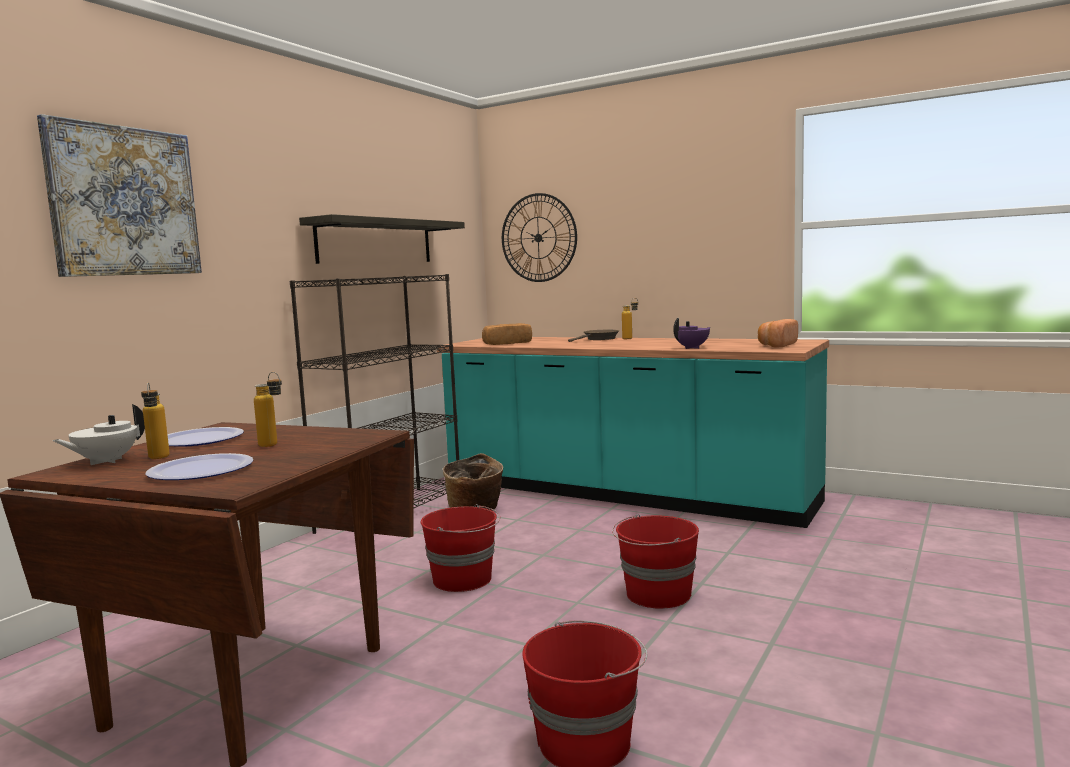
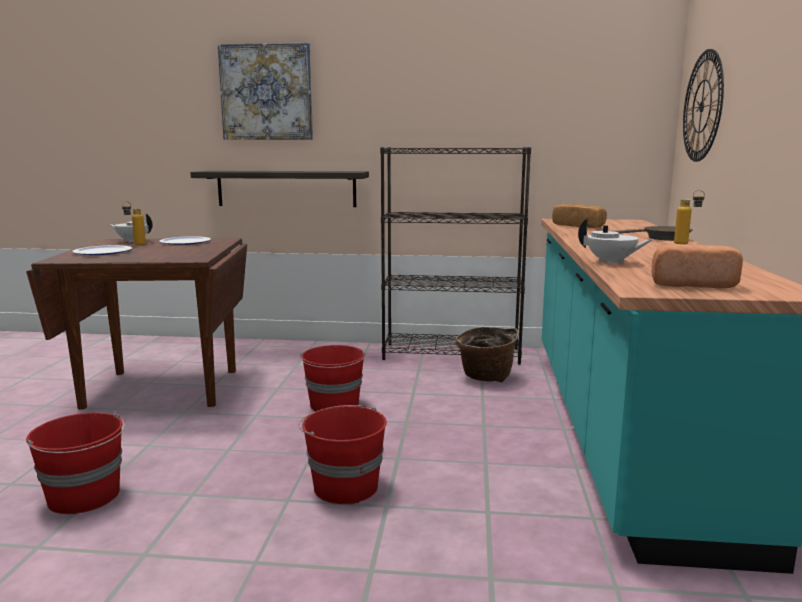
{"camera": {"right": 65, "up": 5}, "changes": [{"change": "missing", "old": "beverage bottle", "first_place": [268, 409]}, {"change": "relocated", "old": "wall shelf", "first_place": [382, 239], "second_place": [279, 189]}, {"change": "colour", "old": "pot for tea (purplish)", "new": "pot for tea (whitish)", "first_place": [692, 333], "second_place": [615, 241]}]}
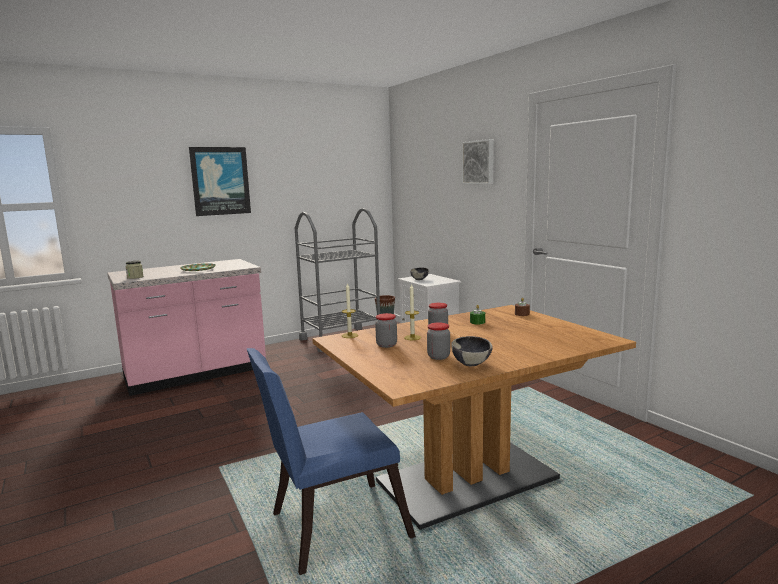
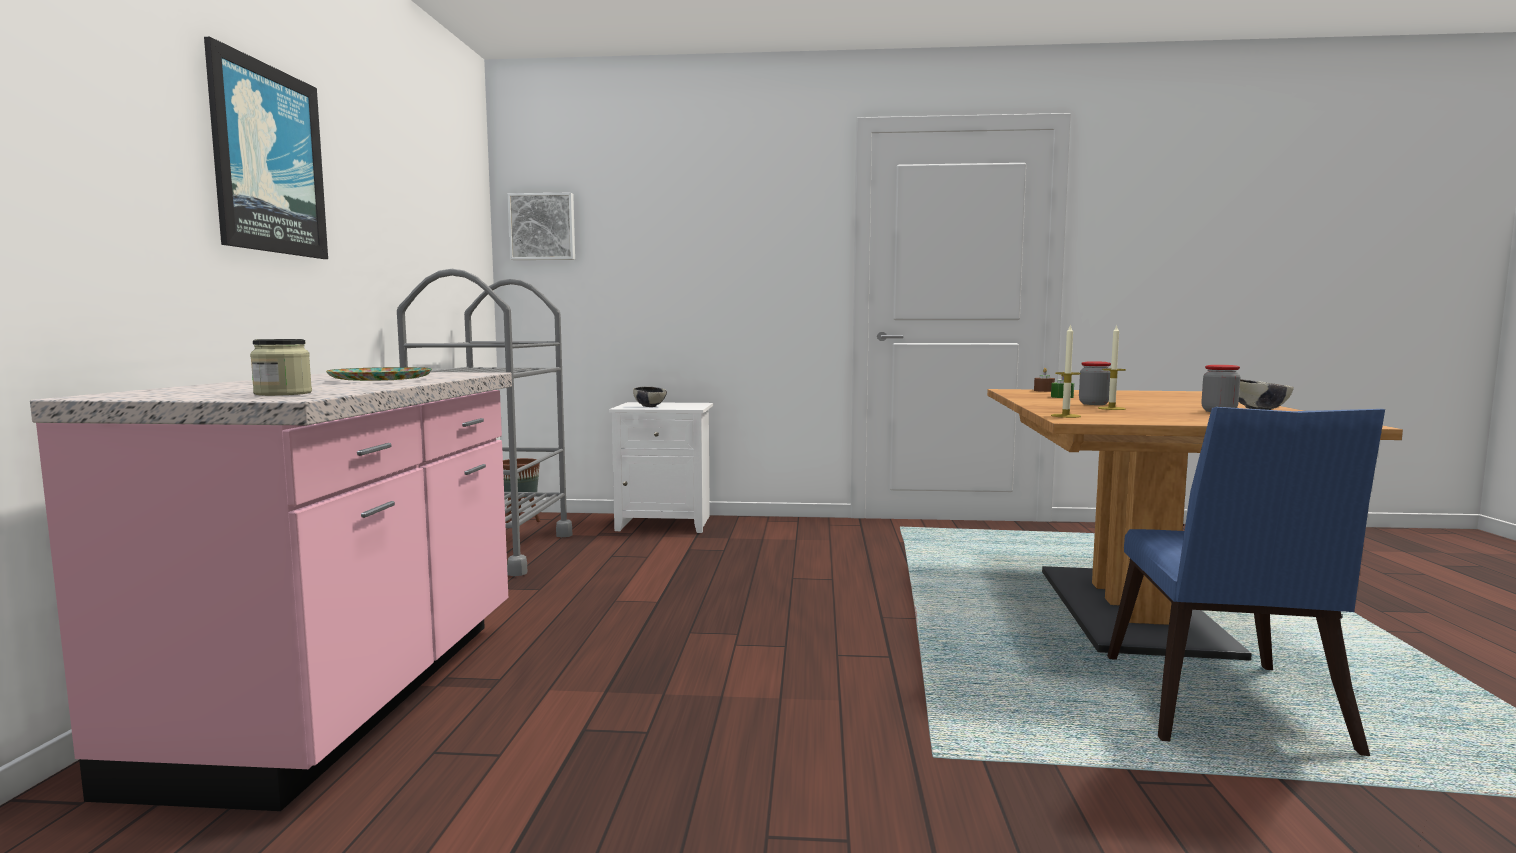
{"camera": {"right": -55, "up": -5}, "changes": [{"change": "missing", "old": "storage jar", "first_place": [386, 330]}, {"change": "relocated", "old": "wall art", "first_place": [478, 162], "second_place": [541, 226]}]}
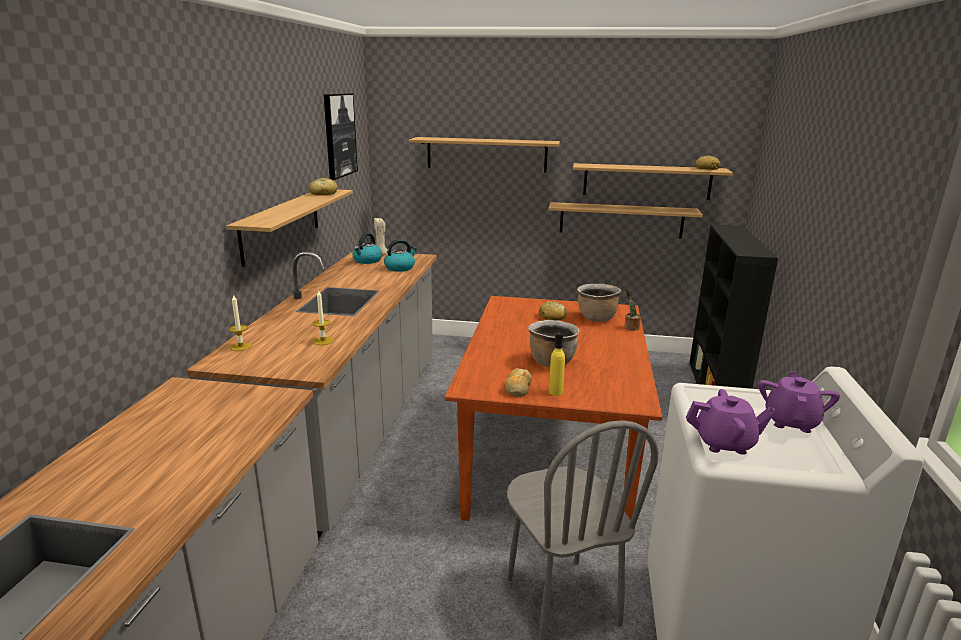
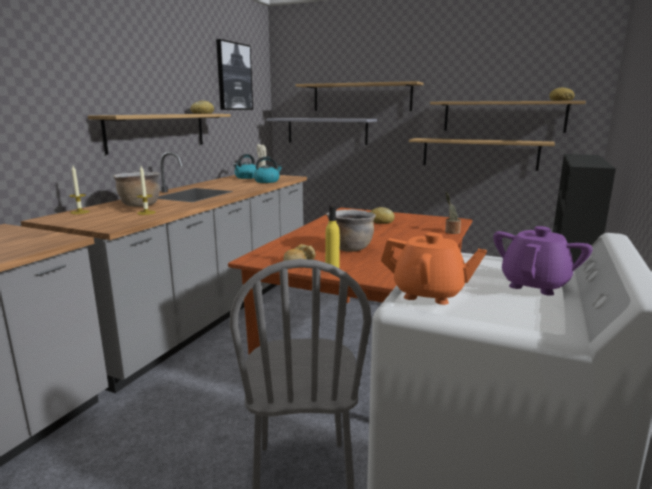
{"camera": {"right": 15, "up": -5}, "changes": [{"change": "appeared", "new": "wall shelf (gray)", "second_place": [321, 131]}, {"change": "relocated", "old": "cooking pot (brown-coloured)", "first_place": [599, 303], "second_place": [136, 189]}, {"change": "colour", "old": "pot for tea (purplish)", "new": "pot for tea (orangey)", "first_place": [731, 422], "second_place": [434, 268]}]}
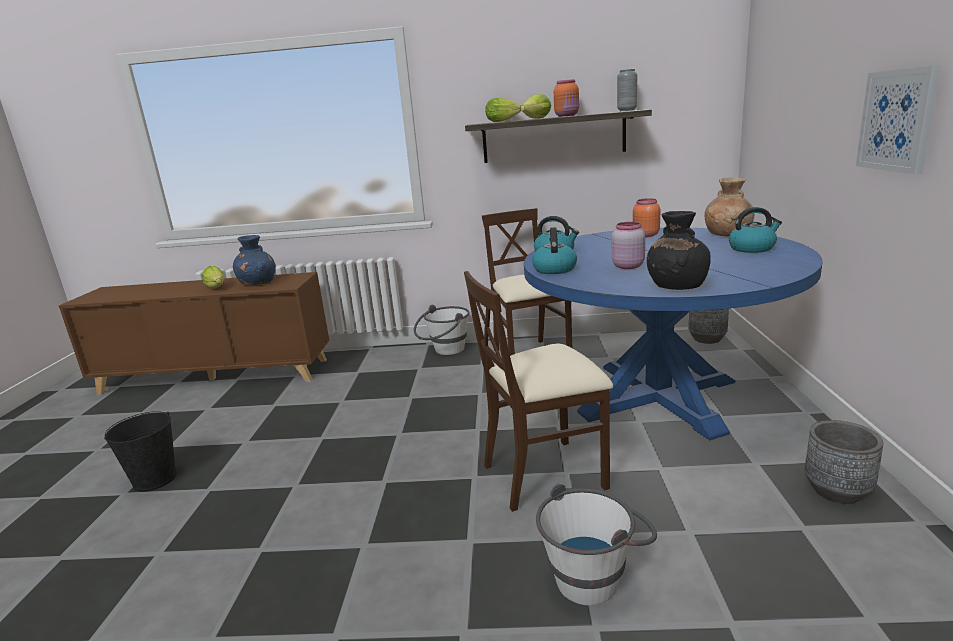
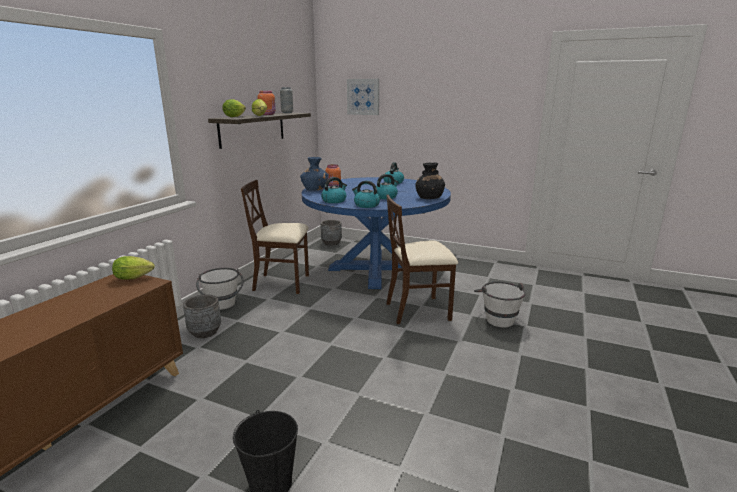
{"camera": {"right": -70, "up": 0}, "changes": [{"change": "missing", "old": "vase (brown-coloured)", "first_place": [729, 207]}, {"change": "relocated", "old": "lettuce head", "first_place": [213, 277], "second_place": [133, 267]}, {"change": "relocated", "old": "vase (blue-coloured)", "first_place": [254, 260], "second_place": [314, 174]}, {"change": "relocated", "old": "plant pot (gray)", "first_place": [844, 462], "second_place": [202, 316]}, {"change": "relocated", "old": "wall art", "first_place": [898, 120], "second_place": [363, 97]}, {"change": "exchanged", "old": "storage jar (pink)", "new": "kettle", "first_place": [628, 245], "second_place": [387, 186]}, {"change": "spun", "old": "plain chair (sand-coloured)", "first_place": [538, 391], "second_place": [422, 259], "degrees": 75}]}
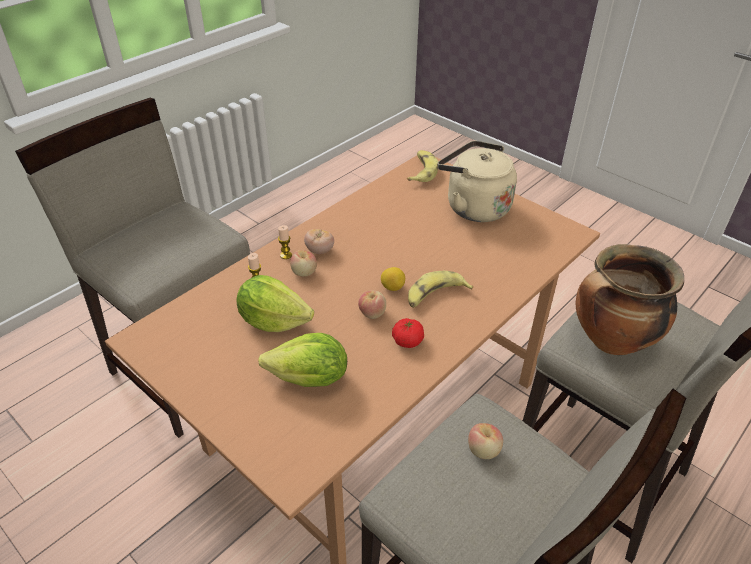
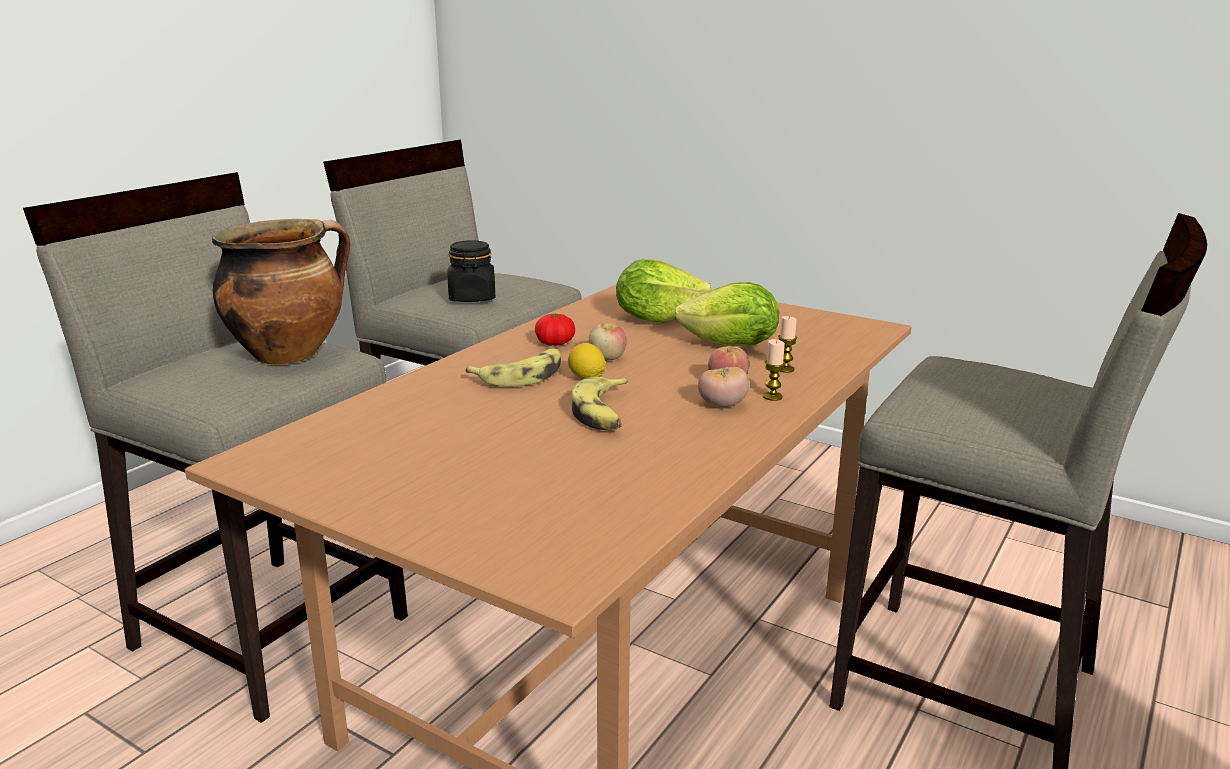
{"camera": {"right": 170, "up": -20}, "changes": [{"change": "missing", "old": "kettle (sand-coloured)", "first_place": [477, 181]}, {"change": "relocated", "old": "whole banana", "first_place": [422, 166], "second_place": [599, 403]}, {"change": "exchanged", "old": "apple fruit", "new": "storage jar (blackish)", "first_place": [485, 441], "second_place": [471, 271]}]}
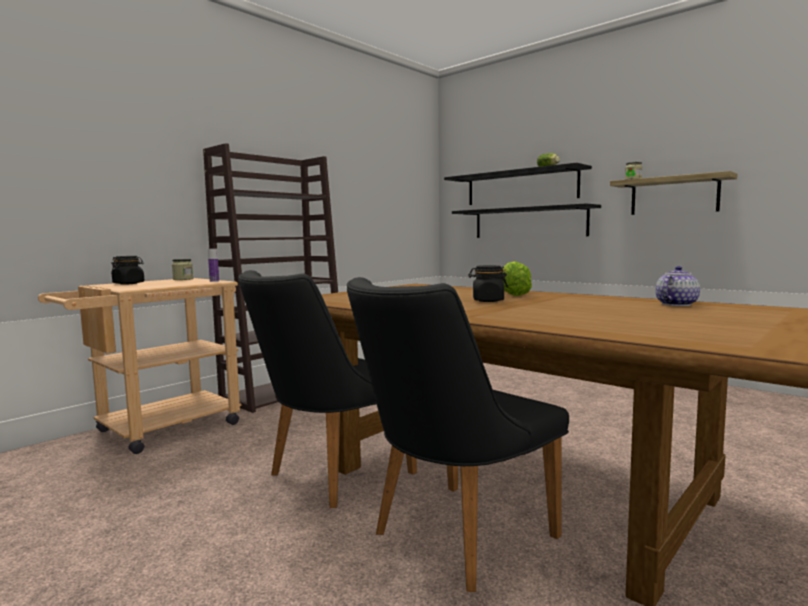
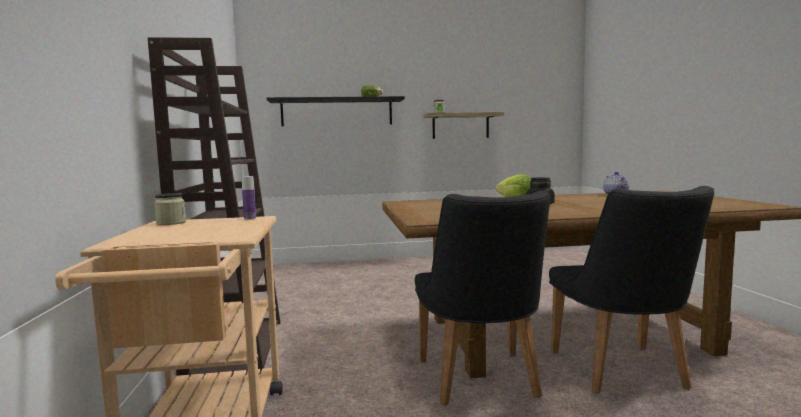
{"camera": {"right": -50, "up": 0}, "changes": [{"change": "missing", "old": "storage jar (blackish)", "first_place": [128, 270]}, {"change": "missing", "old": "wall shelf (blackish)", "first_place": [526, 220]}]}
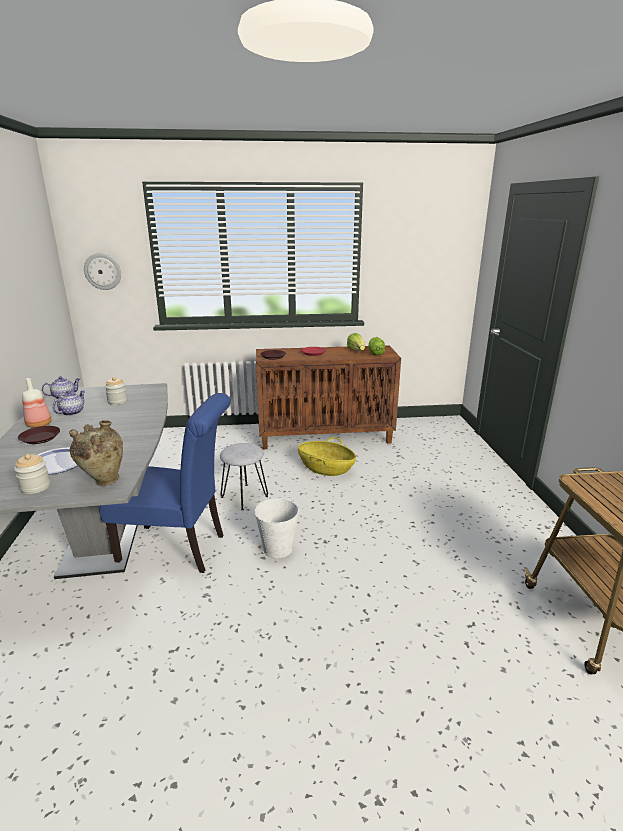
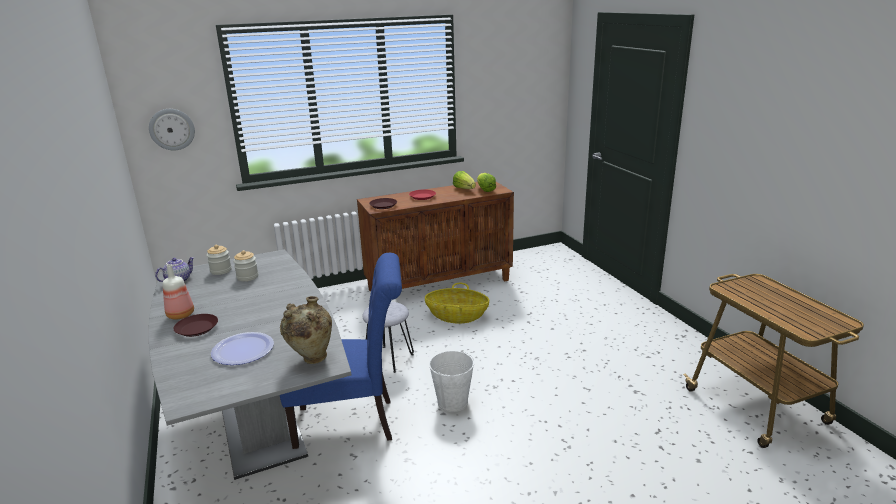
{"camera": {"right": -15, "up": 0}, "changes": [{"change": "missing", "old": "pot for tea", "first_place": [68, 403]}, {"change": "relocated", "old": "storage jar", "first_place": [32, 474], "second_place": [219, 260]}]}
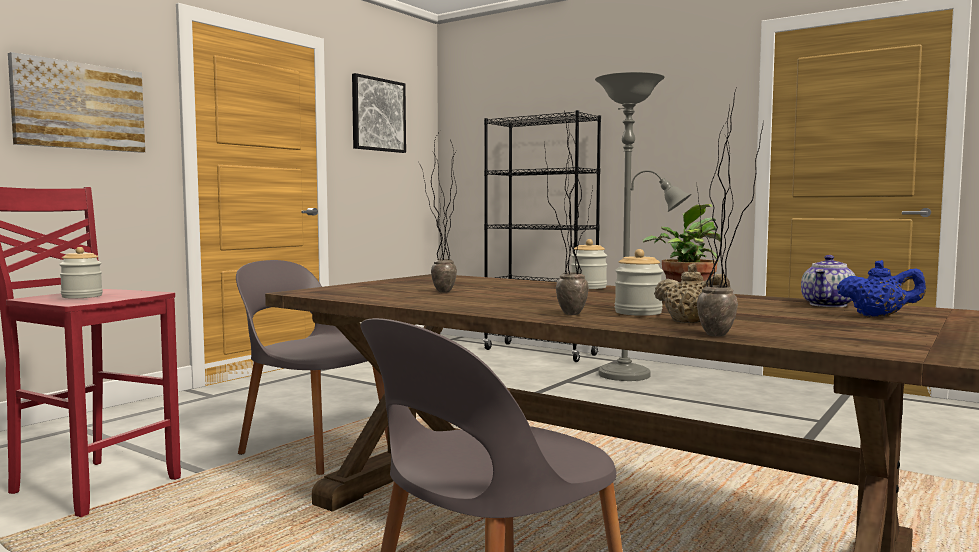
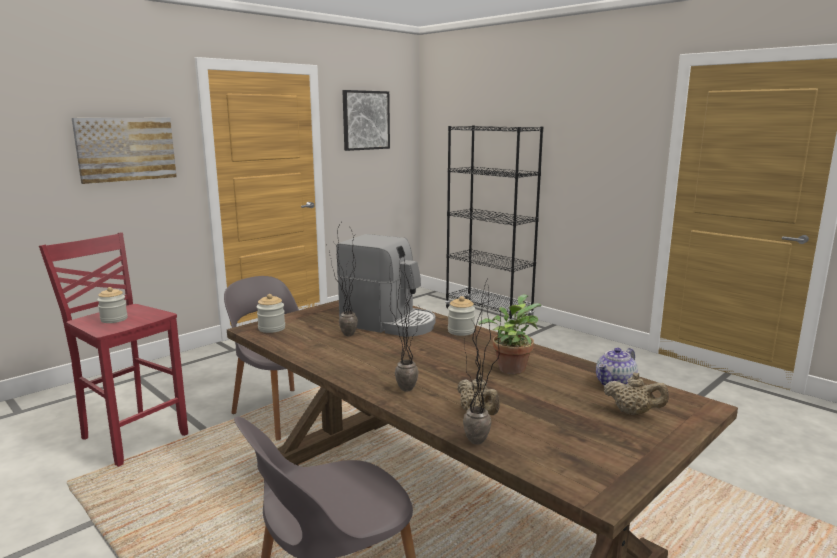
{"camera": {"right": 10, "up": 10}, "changes": [{"change": "missing", "old": "floor lamp (gray)", "first_place": [643, 226]}, {"change": "appeared", "new": "coffee brewer", "second_place": [386, 285]}, {"change": "relocated", "old": "storage jar", "first_place": [639, 282], "second_place": [270, 313]}, {"change": "colour", "old": "pot for tea (blue-coloured)", "new": "pot for tea (sand-coloured)", "first_place": [881, 288], "second_place": [636, 394]}]}
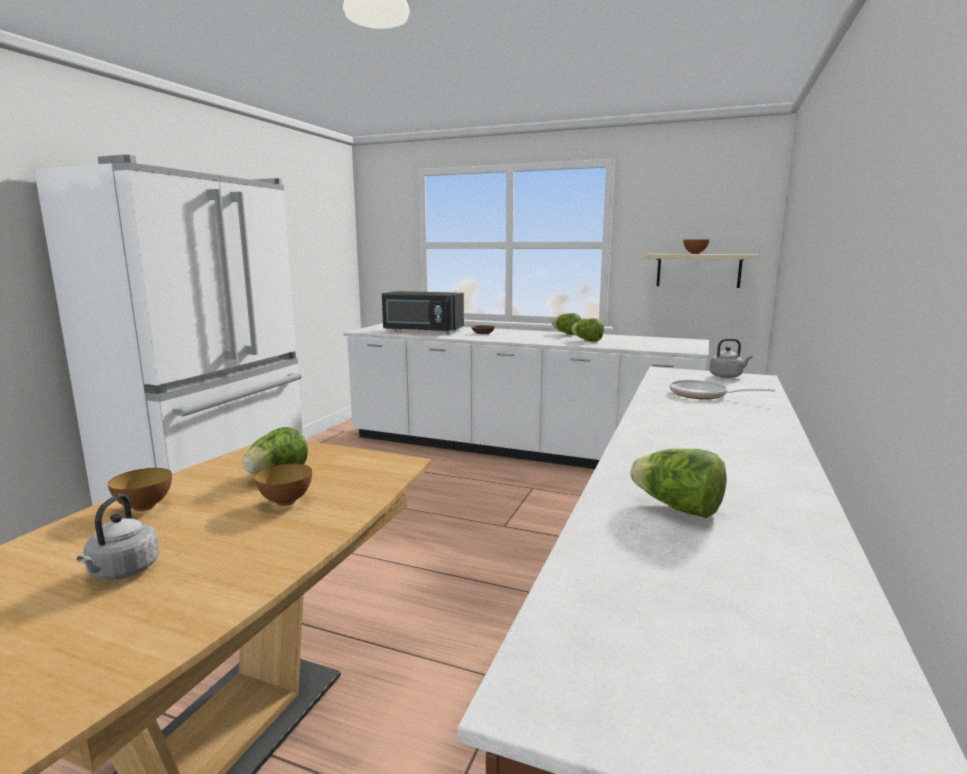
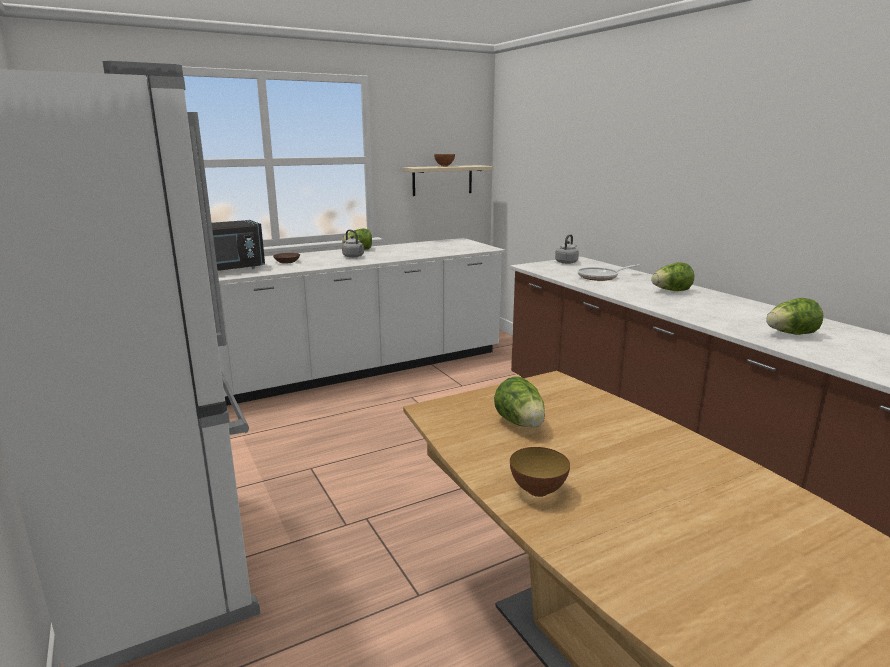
{"camera": {"right": -50, "up": 5}, "changes": [{"change": "missing", "old": "serving bowl", "first_place": [283, 485]}, {"change": "relocated", "old": "kettle (gray)", "first_place": [118, 537], "second_place": [353, 244]}, {"change": "relocated", "old": "lettuce head", "first_place": [587, 329], "second_place": [672, 276]}]}
